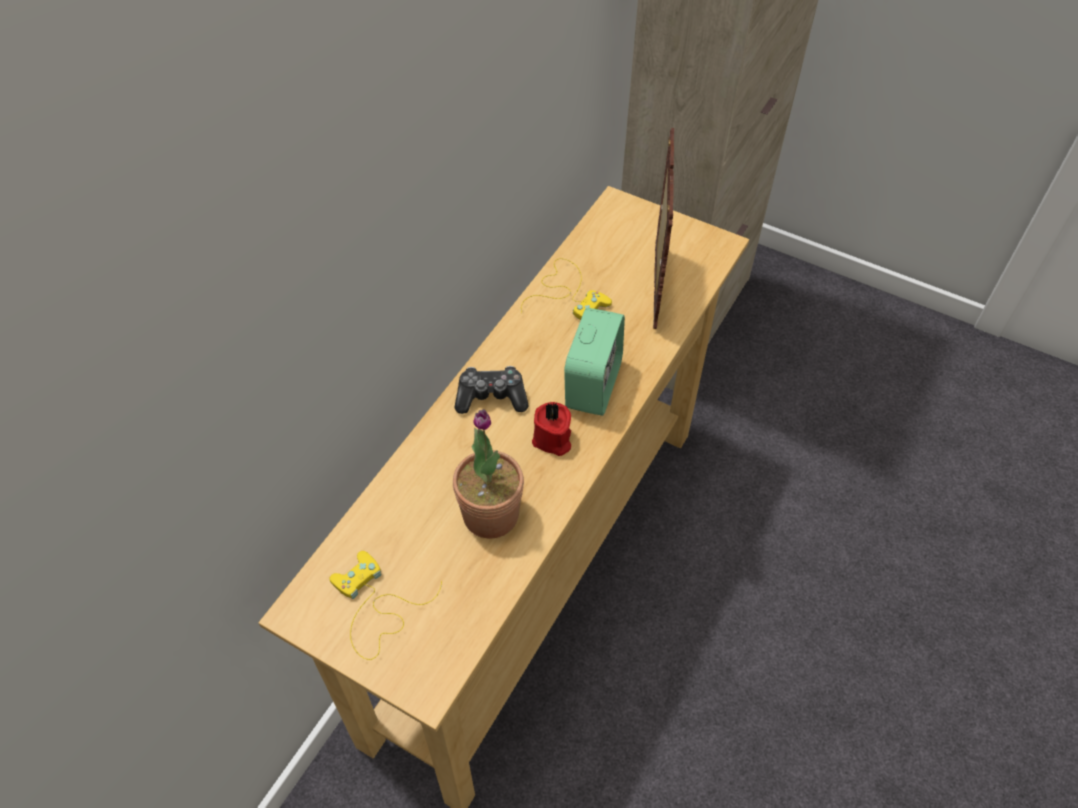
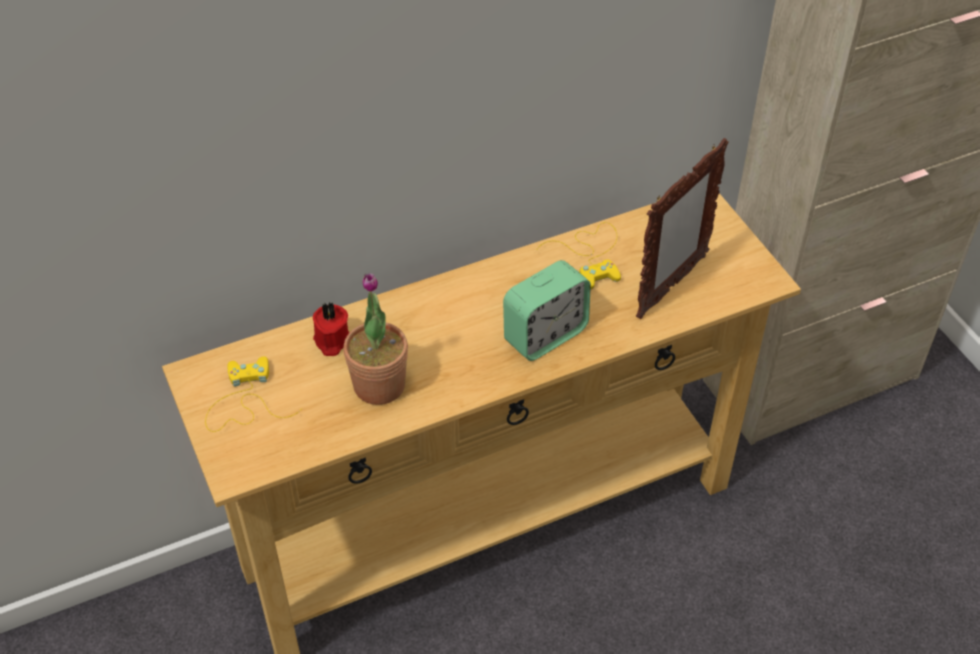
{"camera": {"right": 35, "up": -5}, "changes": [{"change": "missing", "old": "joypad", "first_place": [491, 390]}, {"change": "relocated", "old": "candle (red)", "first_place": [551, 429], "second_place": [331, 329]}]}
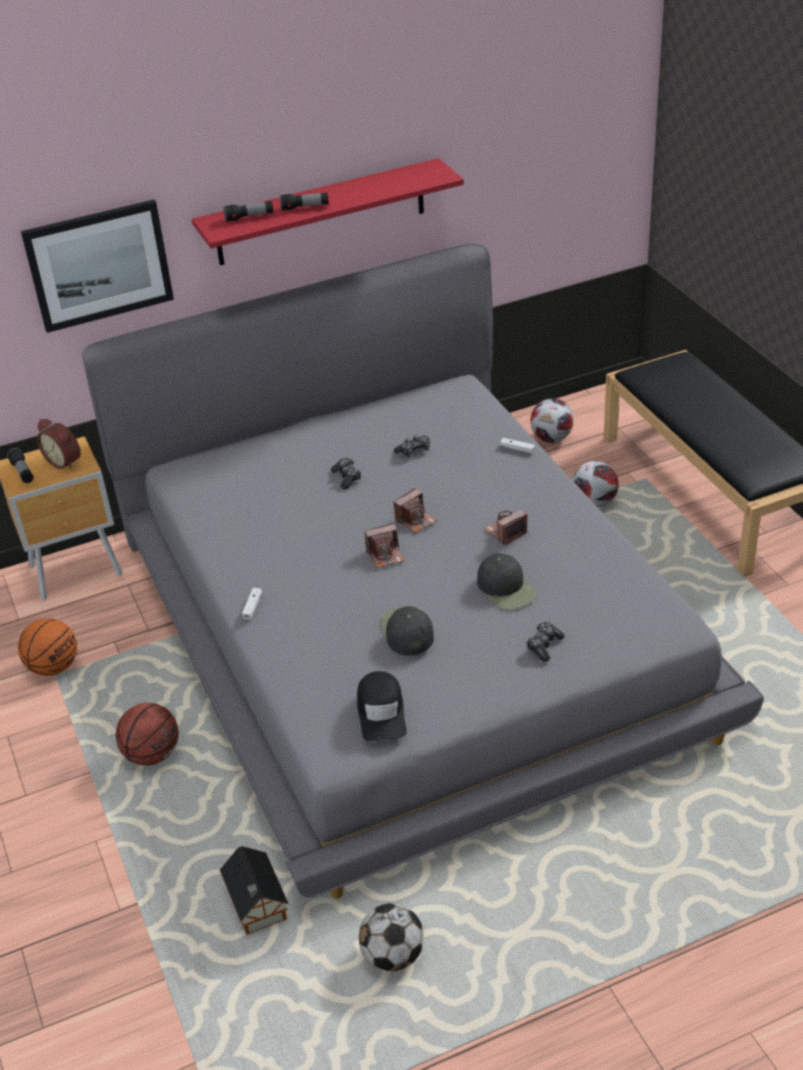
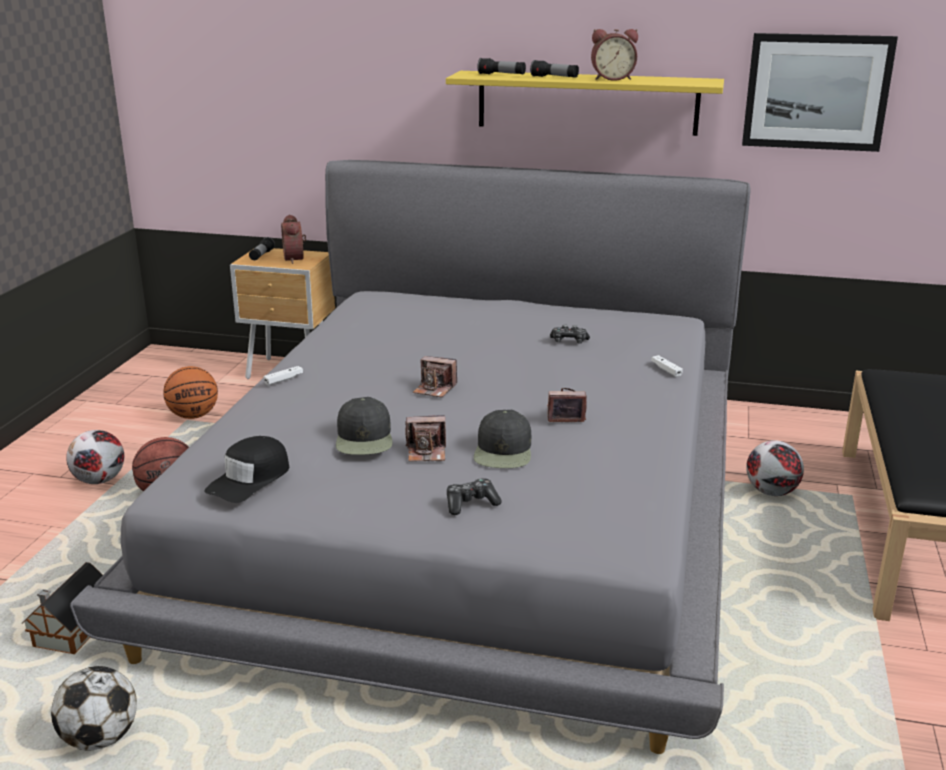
{"camera": {"right": 35, "up": -15}, "changes": [{"change": "missing", "old": "joypad", "first_place": [346, 473]}, {"change": "appeared", "new": "table clock", "second_place": [614, 55]}, {"change": "relocated", "old": "wall art", "first_place": [97, 266], "second_place": [820, 92]}, {"change": "relocated", "old": "photo camera", "first_place": [415, 510], "second_place": [425, 438]}, {"change": "relocated", "old": "football ball", "first_place": [552, 420], "second_place": [95, 457]}, {"change": "colour", "old": "wall shelf (red)", "new": "wall shelf (yellowish)", "first_place": [328, 211], "second_place": [585, 103]}, {"change": "spun", "old": "baseball cap (blackish)", "first_place": [407, 631], "second_place": [364, 426], "degrees": 150}]}
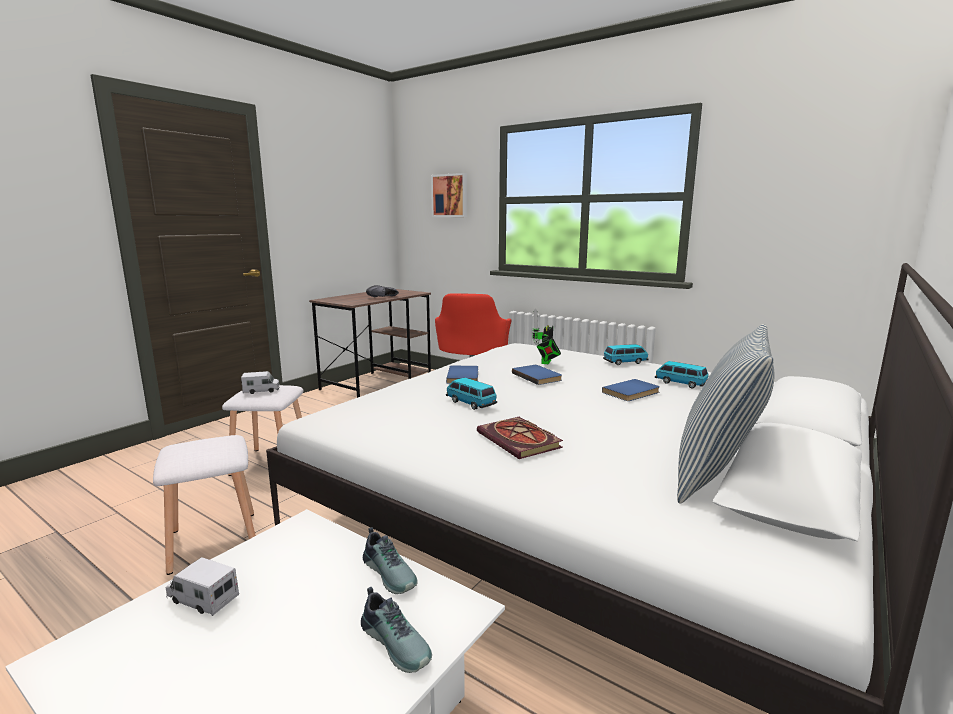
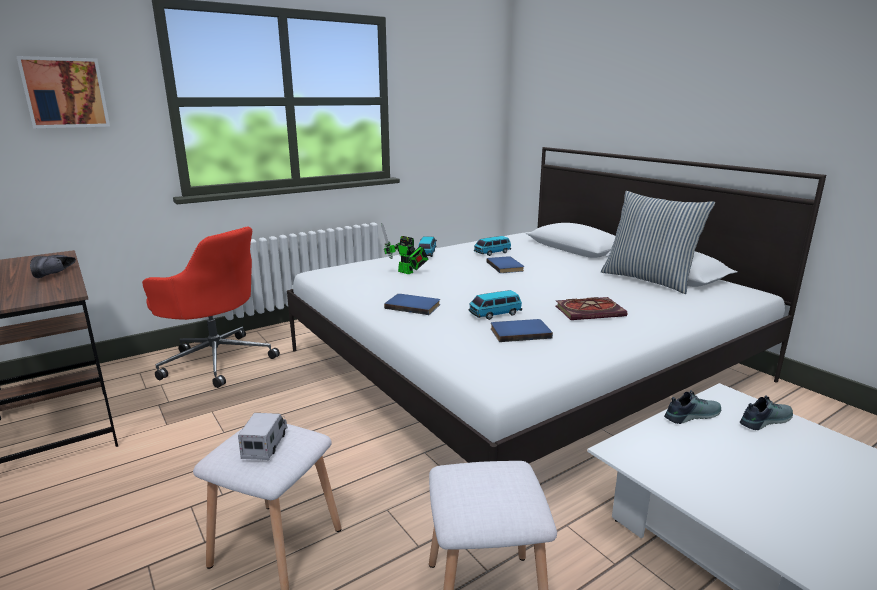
{"camera": {"right": -70, "up": 5}, "changes": [{"change": "missing", "old": "model truck", "first_place": [202, 586]}, {"change": "relocated", "old": "book (blue-coloured)", "first_place": [537, 375], "second_place": [522, 330]}]}
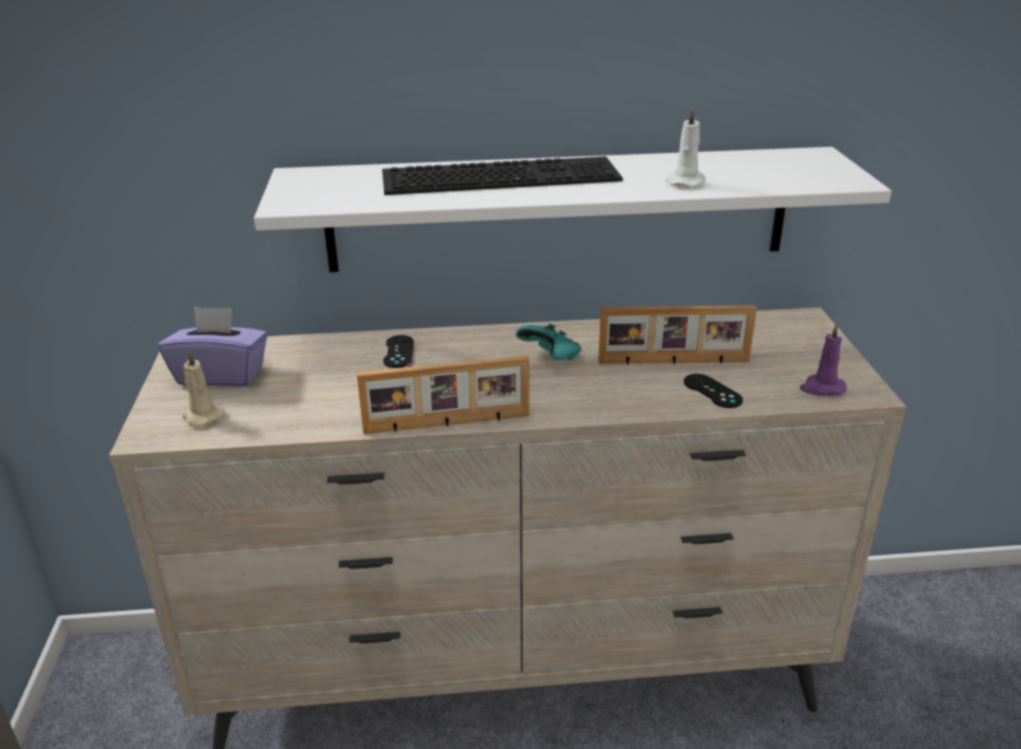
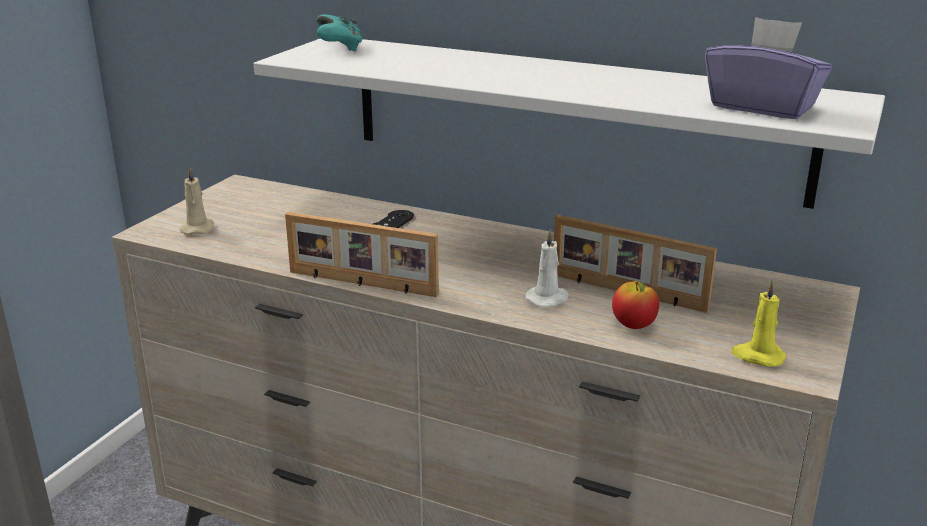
{"camera": {"right": 30, "up": -5}, "changes": [{"change": "missing", "old": "keyboard", "first_place": [502, 175]}, {"change": "relocated", "old": "tissue holder (purplish)", "first_place": [213, 347], "second_place": [768, 68]}, {"change": "relocated", "old": "joypad (turquoise-coloured)", "first_place": [549, 342], "second_place": [339, 32]}, {"change": "relocated", "old": "candle (whitish)", "first_place": [685, 146], "second_place": [547, 268]}, {"change": "exchanged", "old": "joypad (blackish)", "new": "apple fruit", "first_place": [713, 391], "second_place": [635, 304]}, {"change": "colour", "old": "candle (purplish)", "new": "candle (yellowish)", "first_place": [823, 359], "second_place": [759, 323]}]}
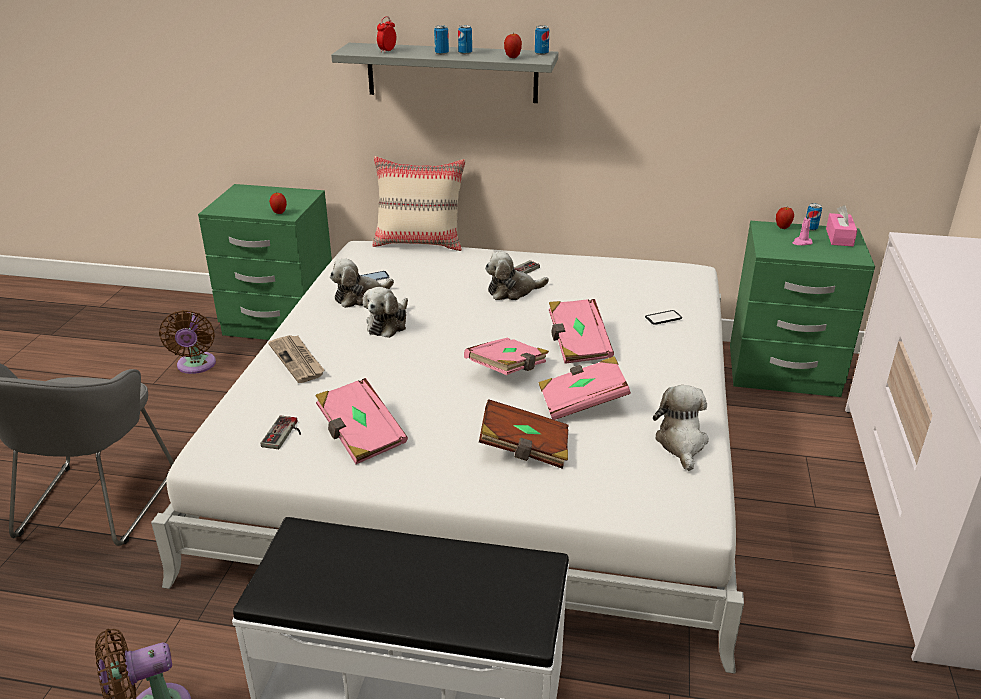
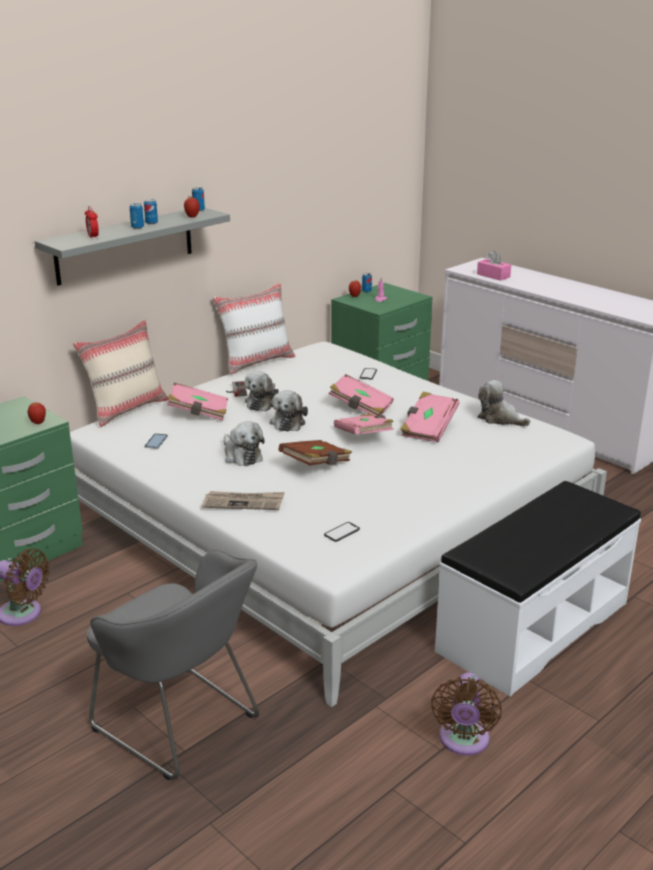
{"camera": {"right": -55, "up": -5}, "changes": [{"change": "appeared", "new": "throw pillow (whitish)", "second_place": [254, 328]}, {"change": "relocated", "old": "book (pink)", "first_place": [361, 421], "second_place": [197, 402]}, {"change": "relocated", "old": "plush toy", "first_place": [362, 283], "second_place": [289, 410]}, {"change": "relocated", "old": "book (brown-coloured)", "first_place": [523, 434], "second_place": [315, 453]}, {"change": "relocated", "old": "tissue holder (pink)", "first_place": [841, 225], "second_place": [494, 266]}, {"change": "exchanged", "old": "joypad", "new": "phone", "first_place": [281, 432], "second_place": [342, 532]}]}
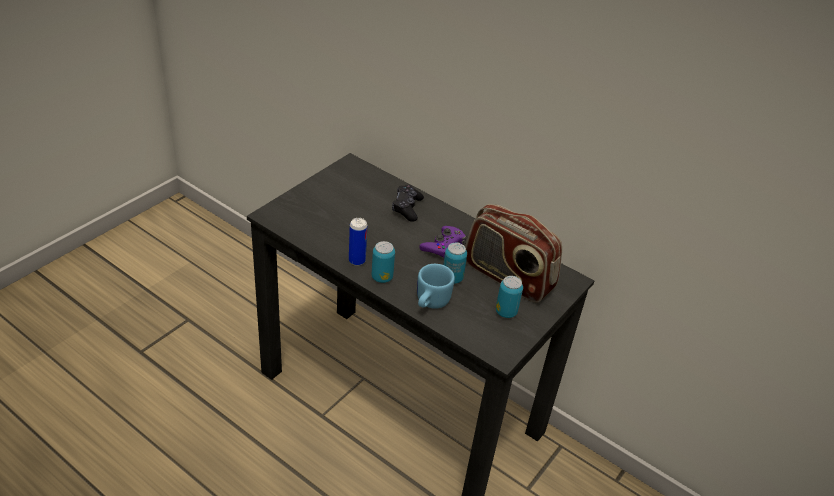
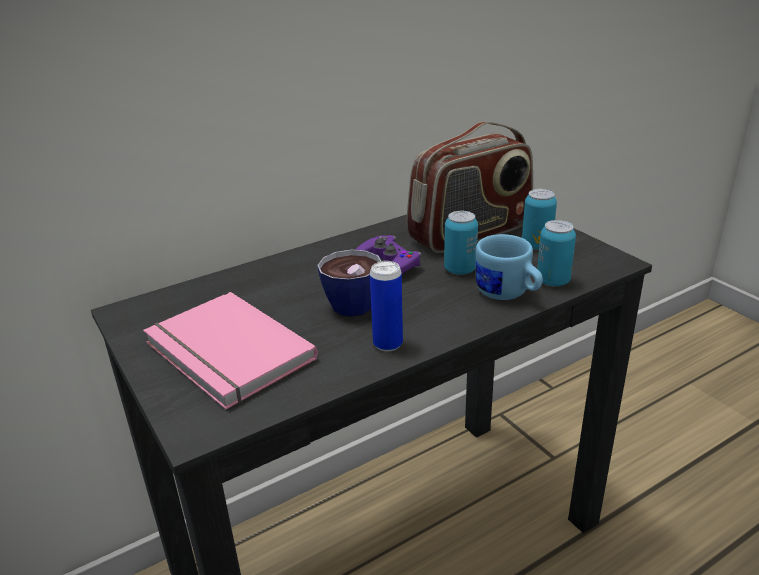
{"camera": {"right": -65, "up": -10}, "changes": [{"change": "missing", "old": "joypad (blackish)", "first_place": [408, 203]}, {"change": "appeared", "new": "book (pink)", "second_place": [230, 351]}, {"change": "appeared", "new": "small cup", "second_place": [349, 283]}, {"change": "relocated", "old": "sealed can", "first_place": [383, 262], "second_place": [556, 253]}]}
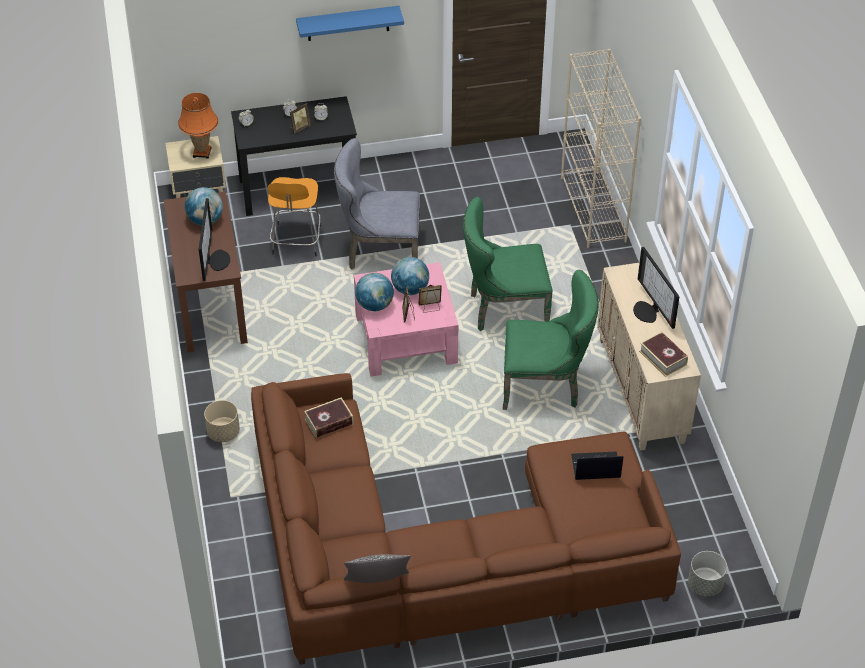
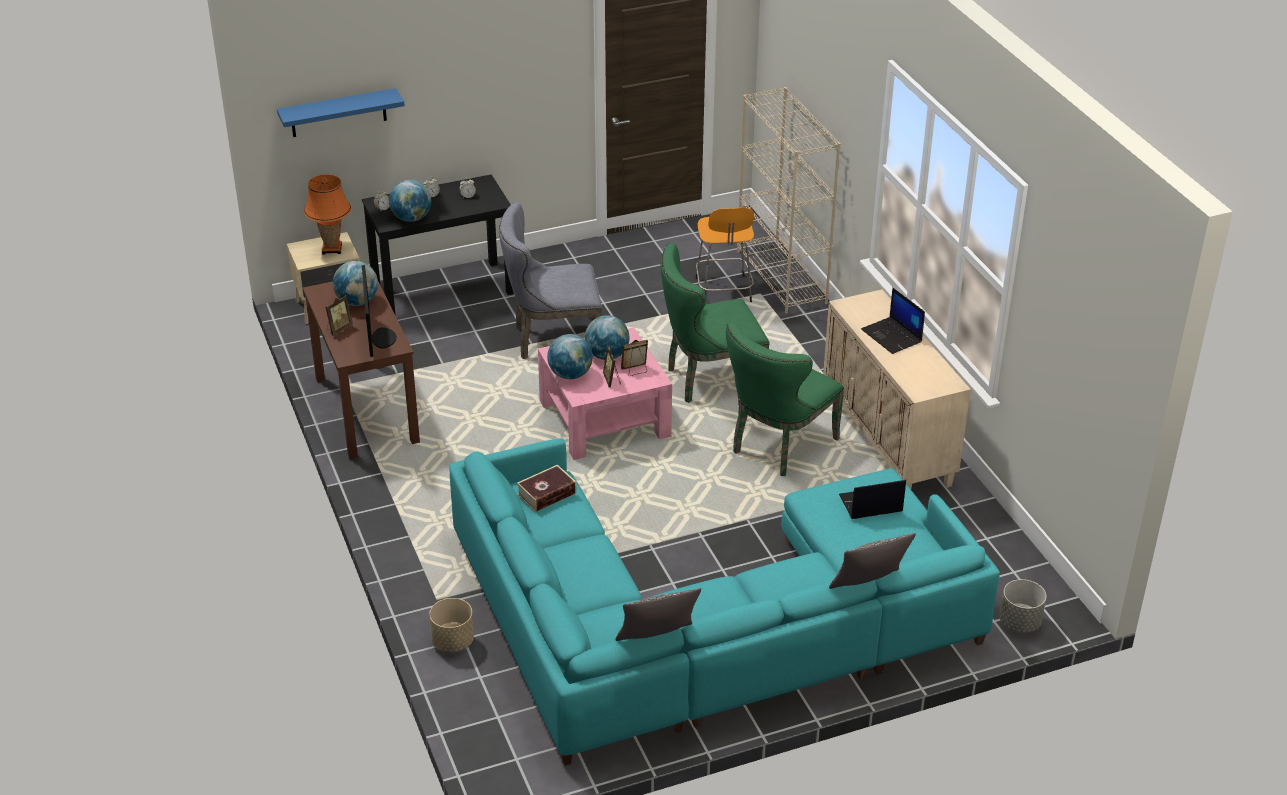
{"camera": {"right": -10, "up": -10}, "changes": [{"change": "missing", "old": "book", "first_place": [663, 354]}, {"change": "appeared", "new": "world globe", "second_place": [410, 201]}, {"change": "appeared", "new": "throw pillow", "second_place": [872, 561]}, {"change": "relocated", "old": "plant pot (sand-coloured)", "first_place": [222, 421], "second_place": [451, 625]}, {"change": "relocated", "old": "sitting stool (orangey)", "first_place": [294, 216], "second_place": [725, 254]}, {"change": "relocated", "old": "picture frame", "first_place": [300, 118], "second_place": [339, 315]}, {"change": "relocated", "old": "wall shelf (blue-coloured)", "first_place": [350, 23], "second_place": [341, 112]}, {"change": "exchanged", "old": "monitor", "new": "laptop", "first_place": [656, 288], "second_place": [893, 321]}, {"change": "colour", "old": "sofa (brown-coloured)", "new": "sofa (turquoise-coloured)", "first_place": [466, 519], "second_place": [724, 602]}, {"change": "spun", "old": "plain chair (green-coloured)", "first_place": [551, 340], "second_place": [785, 399], "degrees": 135}]}
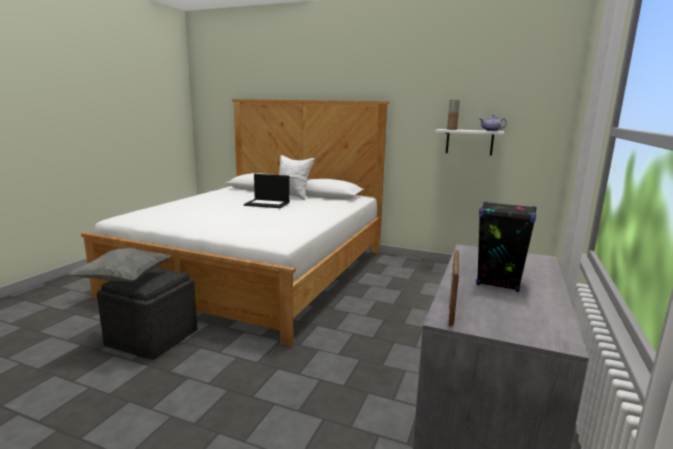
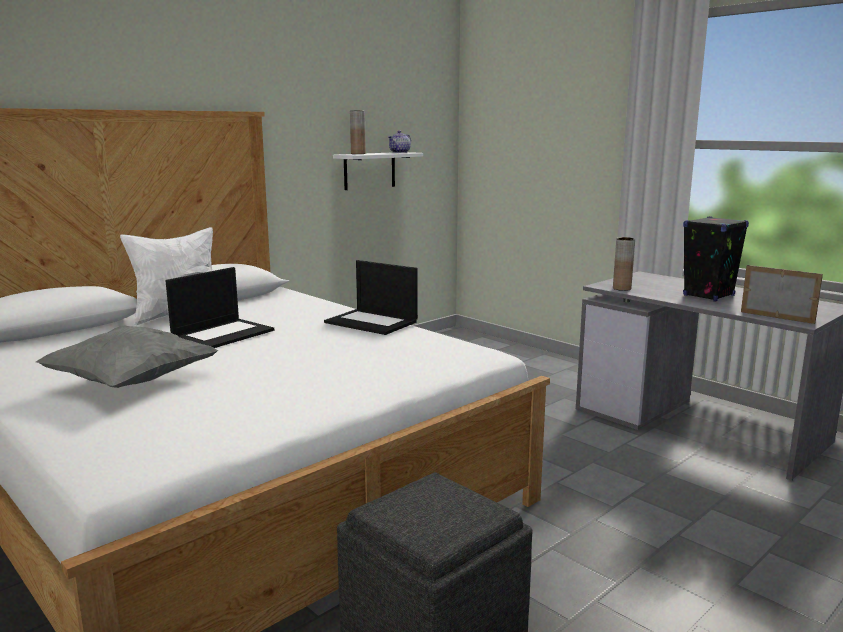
{"camera": {"right": -65, "up": 0}, "changes": [{"change": "appeared", "new": "laptop", "second_place": [371, 297]}, {"change": "appeared", "new": "vase (brown-coloured)", "second_place": [624, 264]}, {"change": "relocated", "old": "throw pillow (gray)", "first_place": [119, 265], "second_place": [127, 357]}]}
